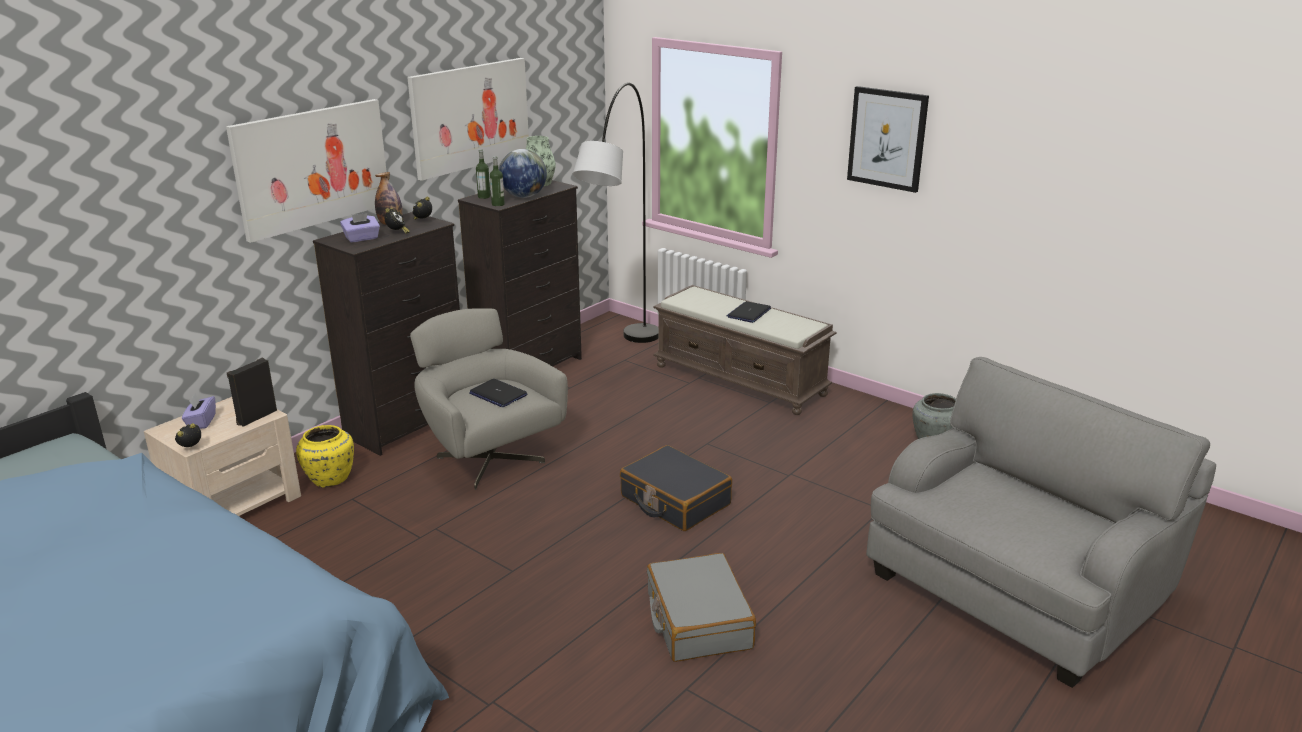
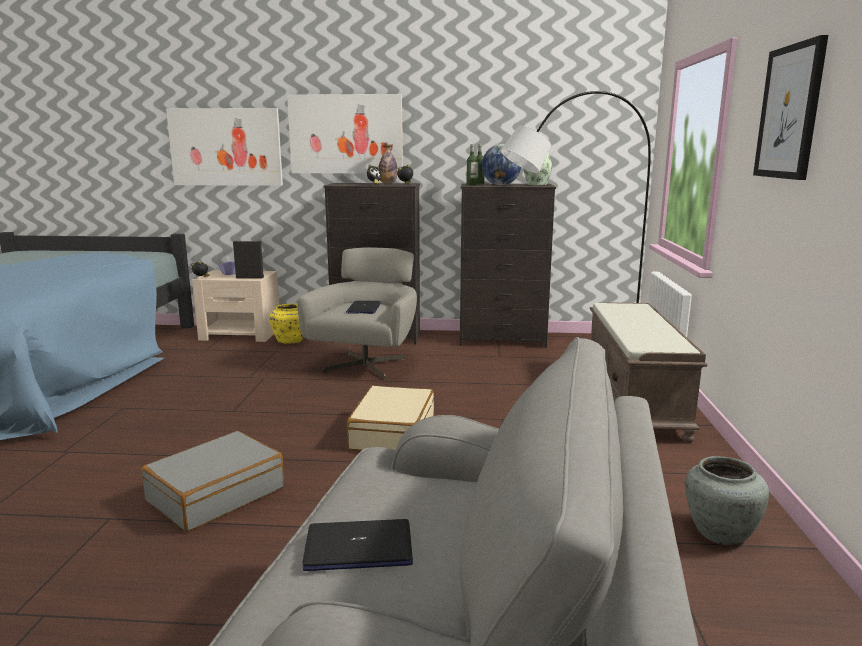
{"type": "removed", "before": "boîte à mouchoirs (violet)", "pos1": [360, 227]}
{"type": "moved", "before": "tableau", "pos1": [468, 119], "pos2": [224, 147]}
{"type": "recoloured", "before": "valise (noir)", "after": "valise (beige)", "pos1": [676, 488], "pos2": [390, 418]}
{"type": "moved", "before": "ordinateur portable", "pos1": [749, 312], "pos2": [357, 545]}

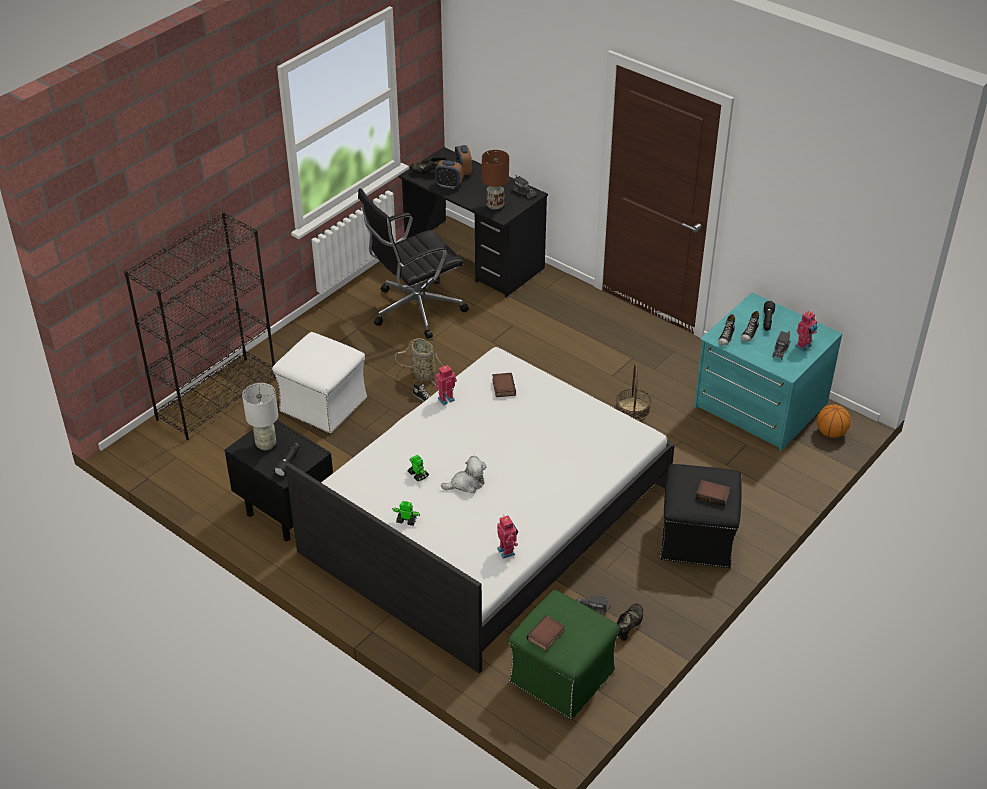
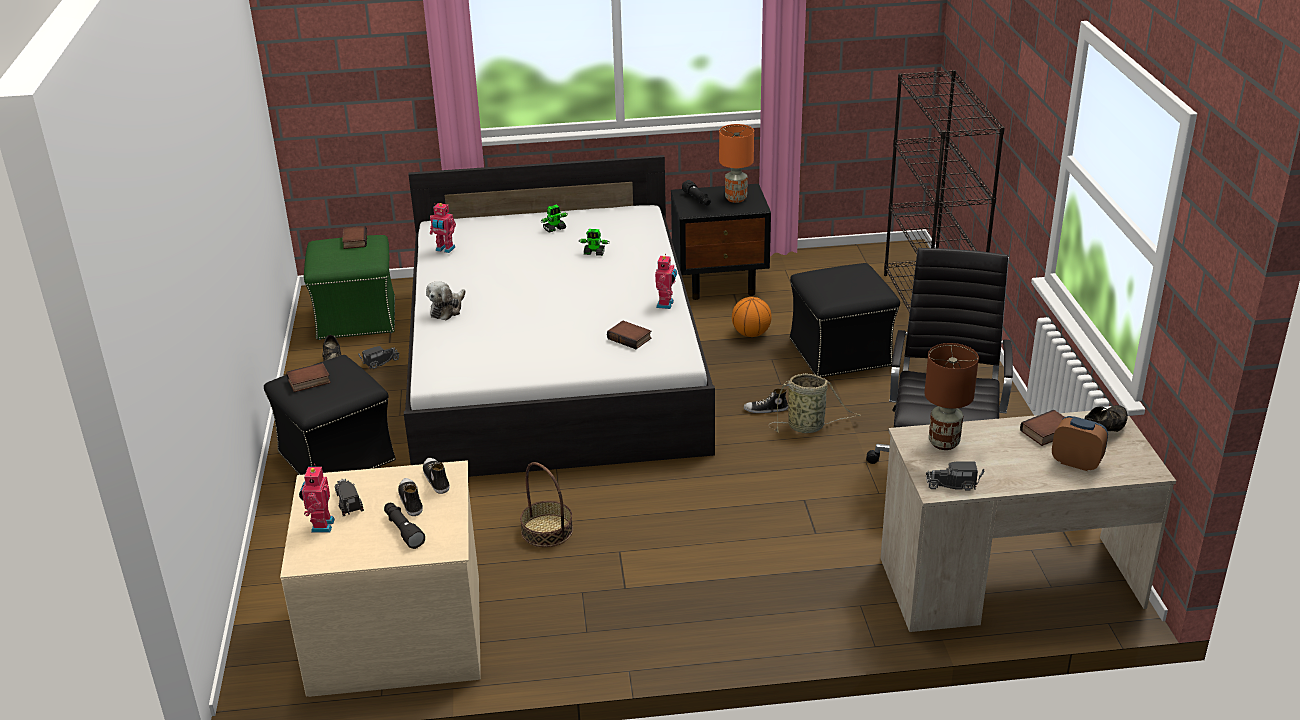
{"type": "recoloured", "before": "lampe de table (gris)", "after": "lampe de table (orange)", "pos1": [260, 416], "pos2": [736, 163]}
{"type": "recoloured", "before": "pouf (blanc)", "after": "pouf (noir)", "pos1": [319, 382], "pos2": [845, 320]}
{"type": "recoloured", "before": "bureau (noir)", "after": "bureau (beige)", "pos1": [473, 222], "pos2": [1028, 520]}
{"type": "replaced", "before": "réveil", "after": "livre", "pos1": [449, 174], "pos2": [1042, 428]}
{"type": "moved", "before": "peluche", "pos1": [464, 474], "pos2": [445, 300]}
{"type": "recoloured", "before": "commode (turquoise)", "after": "commode (beige)", "pos1": [768, 372], "pos2": [380, 578]}
{"type": "moved", "before": "ballon de basket", "pos1": [834, 421], "pos2": [752, 317]}

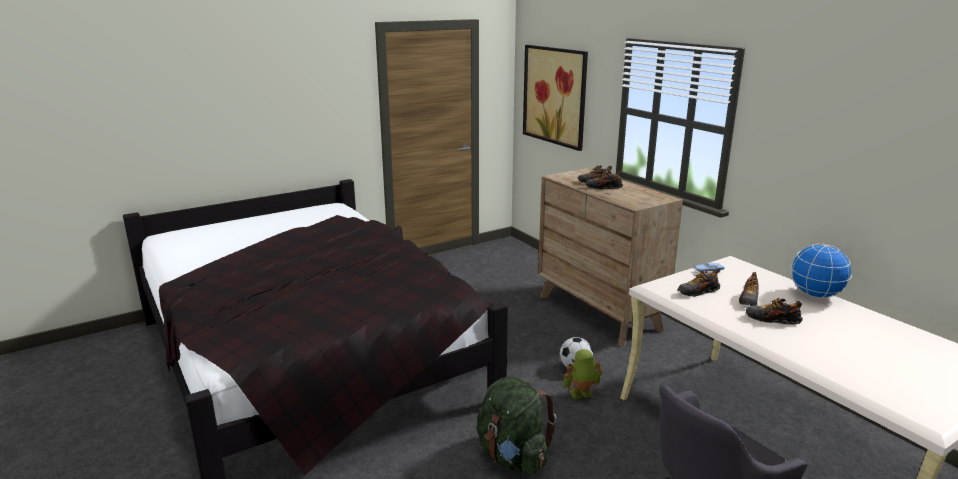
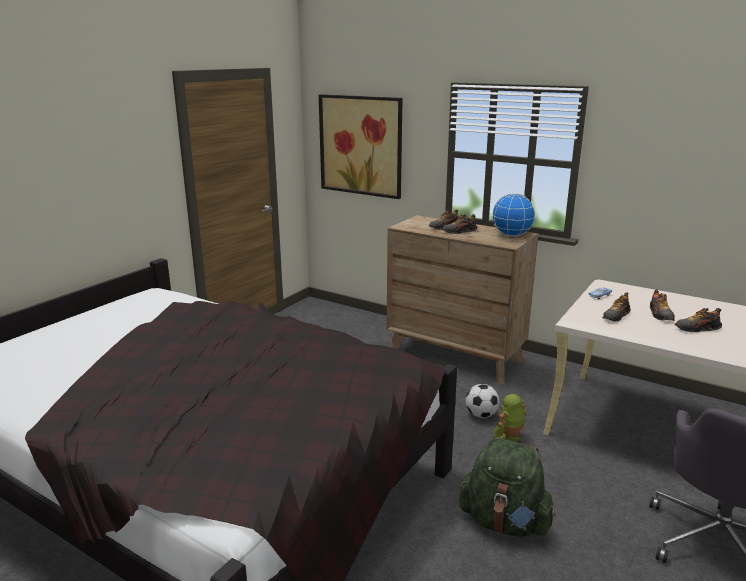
{"type": "moved", "before": "globe", "pos1": [821, 271], "pos2": [514, 214]}

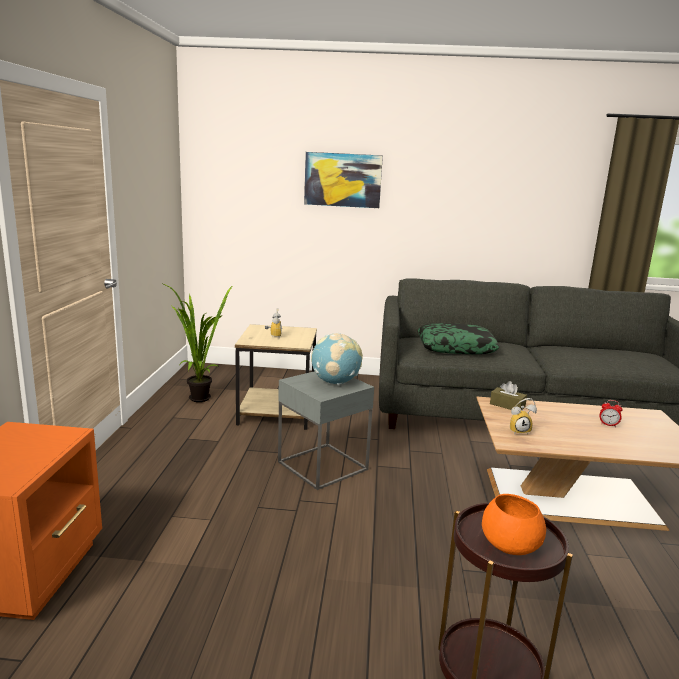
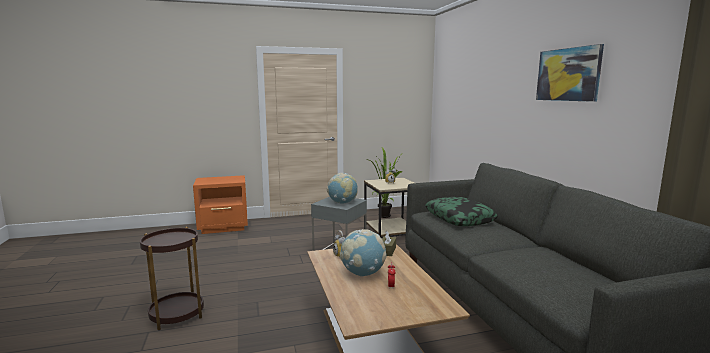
{"type": "moved", "before": "tableau", "pos1": [343, 180], "pos2": [570, 73]}
{"type": "removed", "before": "bol (orange)", "pos1": [514, 524]}
{"type": "added", "after": "globe", "pos2": [363, 253]}

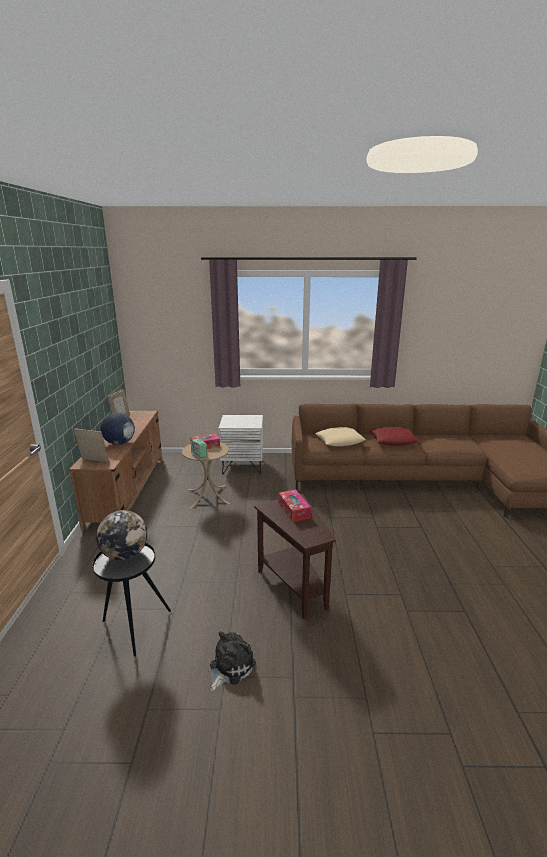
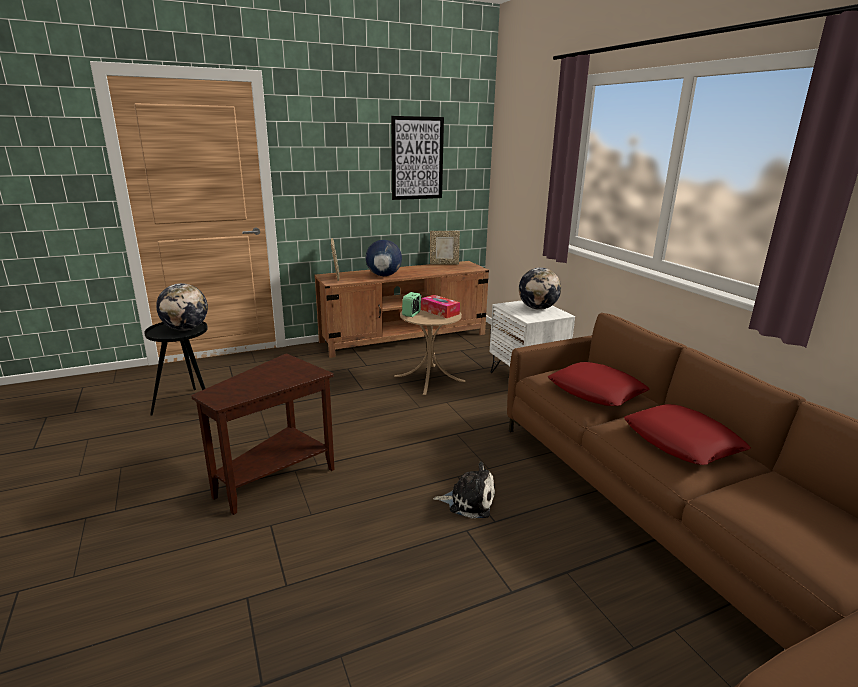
{"type": "moved", "before": "peluche", "pos1": [233, 661], "pos2": [464, 490]}
{"type": "removed", "before": "boîte à mouchoirs", "pos1": [294, 505]}
{"type": "recoloured", "before": "coussin (beige)", "after": "coussin (rouge)", "pos1": [340, 437], "pos2": [599, 384]}
{"type": "added", "after": "tableau", "pos2": [417, 158]}
{"type": "added", "after": "globe", "pos2": [540, 288]}

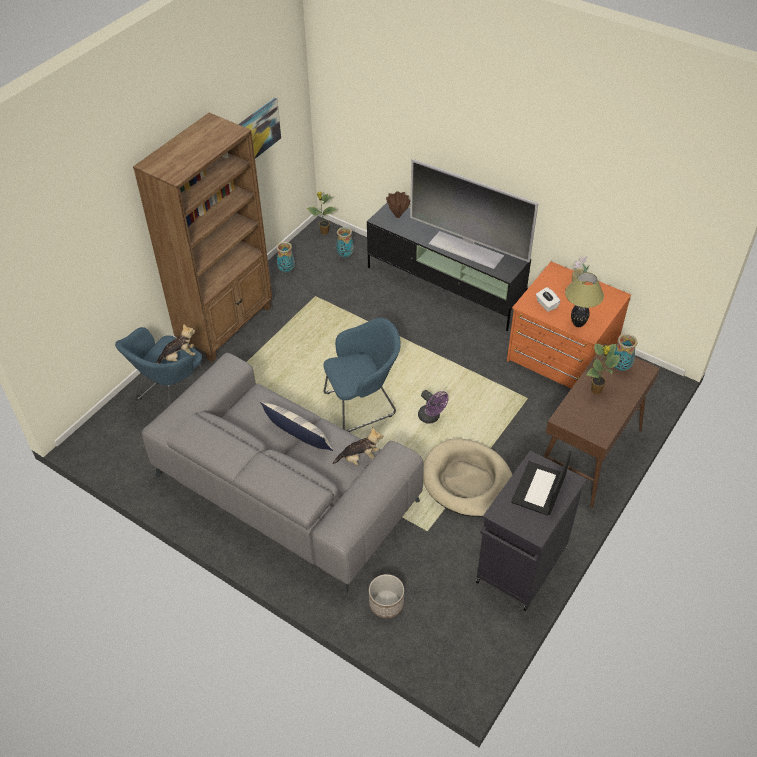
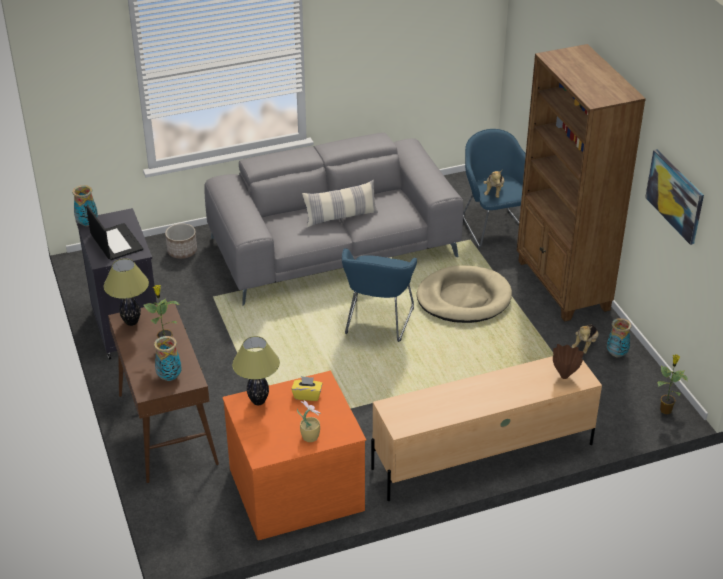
{"type": "moved", "before": "peluche", "pos1": [358, 446], "pos2": [585, 339]}
{"type": "moved", "before": "vase", "pos1": [345, 242], "pos2": [85, 205]}
{"type": "recoloured", "before": "meuble télé (noir)", "after": "meuble télé (beige)", "pos1": [449, 267], "pos2": [486, 428]}
{"type": "removed", "before": "téléviseur", "pos1": [474, 214]}
{"type": "removed", "before": "ventilateur (violet)", "pos1": [433, 407]}
{"type": "moved", "before": "panier pour chien (beige)", "pos1": [467, 477], "pos2": [464, 294]}
{"type": "recoloured", "before": "boîte à mouchoirs (blanc)", "after": "boîte à mouchoirs (jaune)", "pos1": [548, 299], "pos2": [307, 388]}
{"type": "added", "after": "lampe de table", "pos2": [126, 292]}

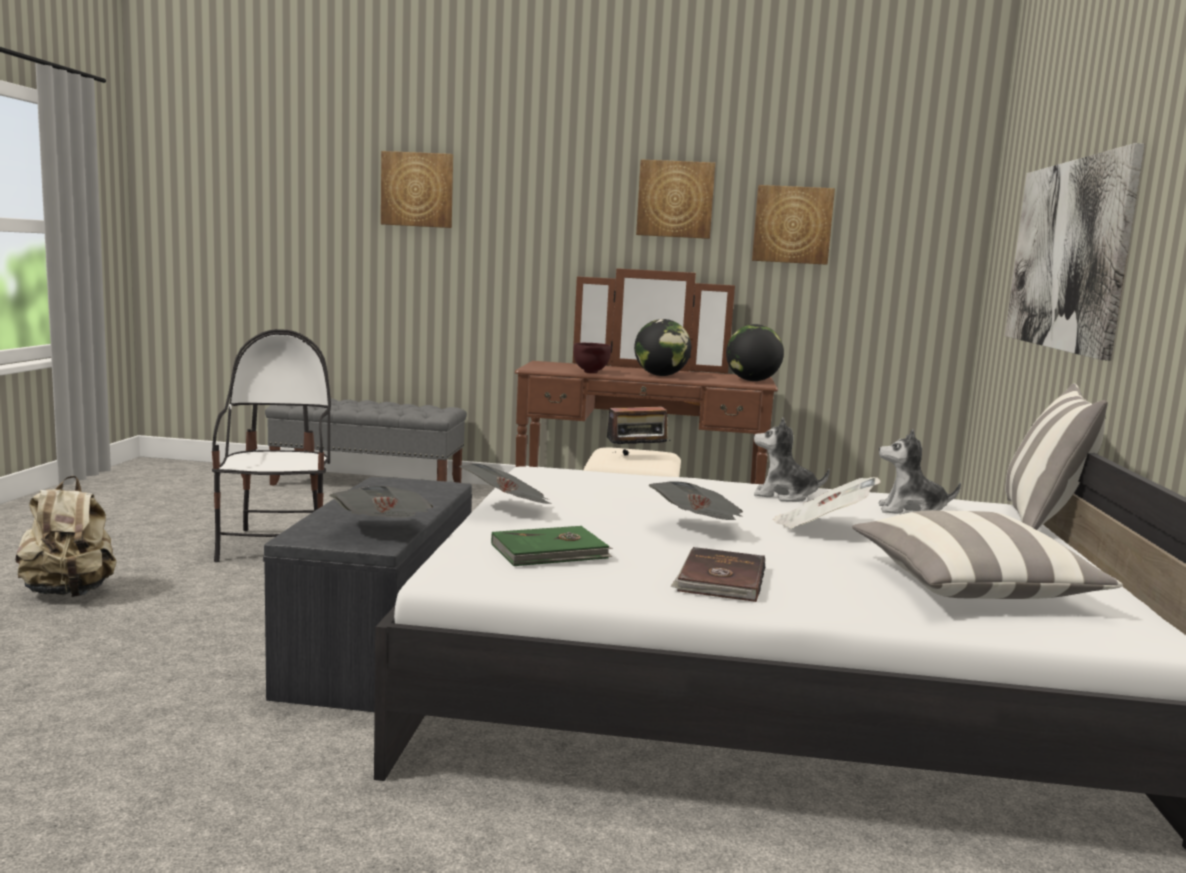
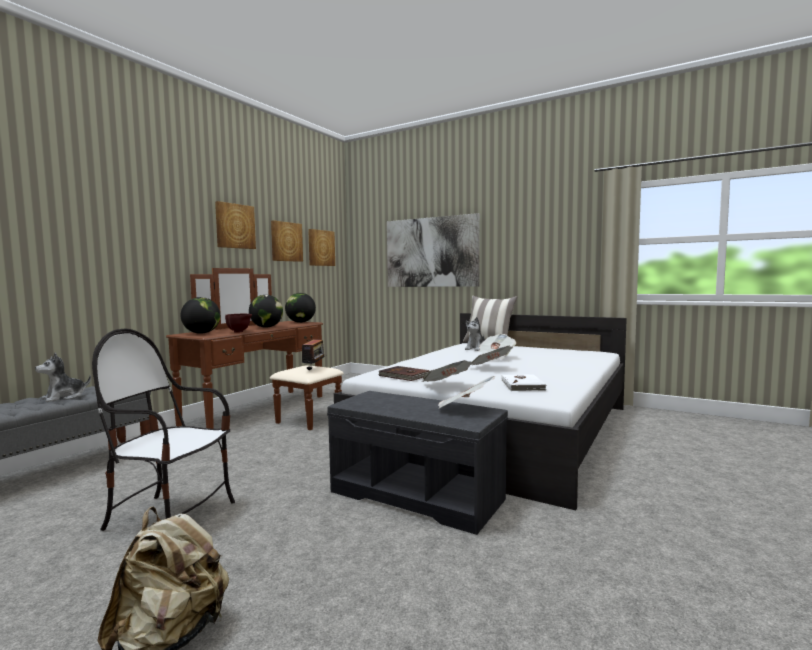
{"type": "moved", "before": "tableau", "pos1": [417, 189], "pos2": [321, 247]}
{"type": "recoloured", "before": "livre (vert)", "after": "livre (blanc)", "pos1": [552, 546], "pos2": [524, 382]}
{"type": "moved", "before": "livre (marron)", "pos1": [717, 574], "pos2": [404, 373]}
{"type": "moved", "before": "peluche", "pos1": [792, 459], "pos2": [63, 377]}
{"type": "removed", "before": "coussin", "pos1": [987, 554]}
{"type": "added", "after": "globe", "pos2": [200, 315]}

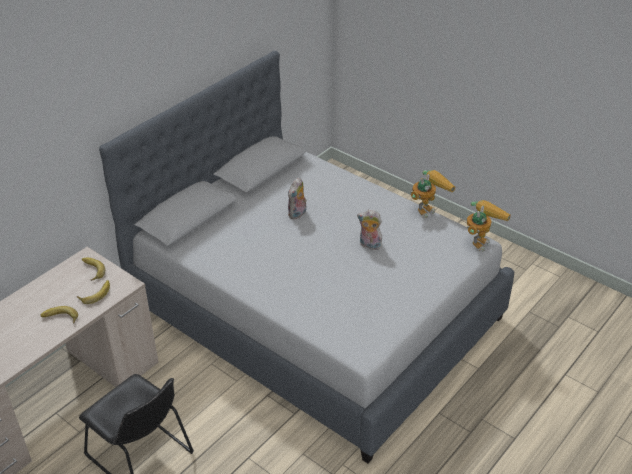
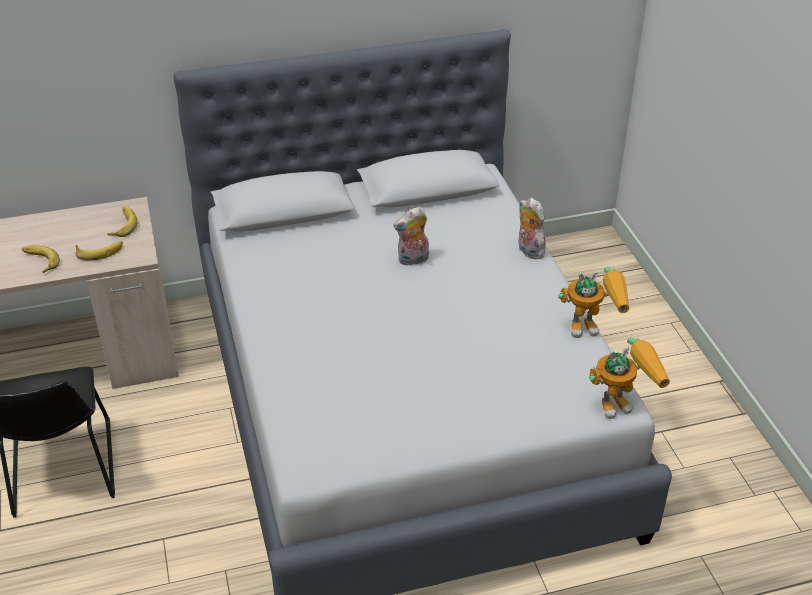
{"type": "moved", "before": "peluche", "pos1": [369, 230], "pos2": [532, 228]}

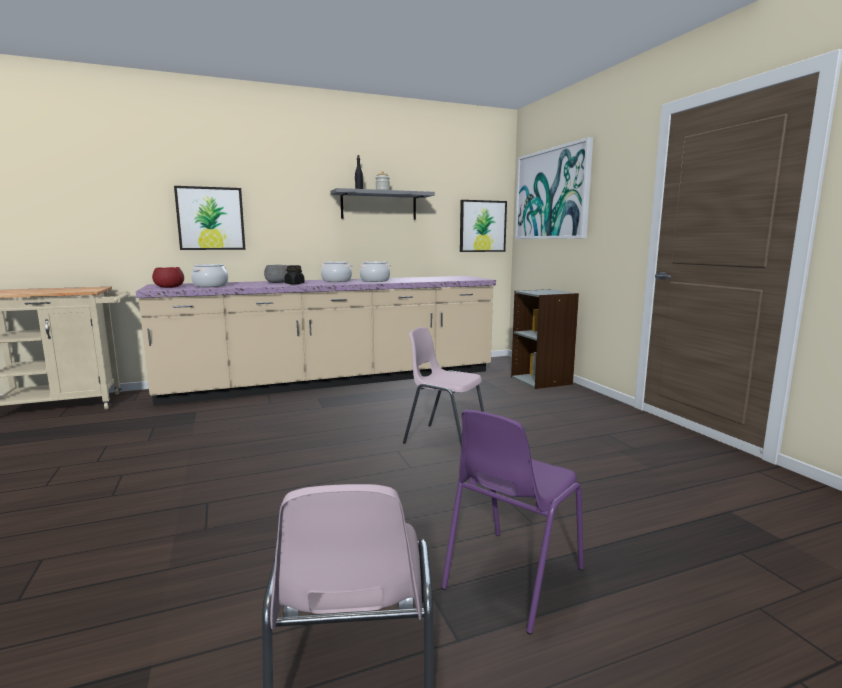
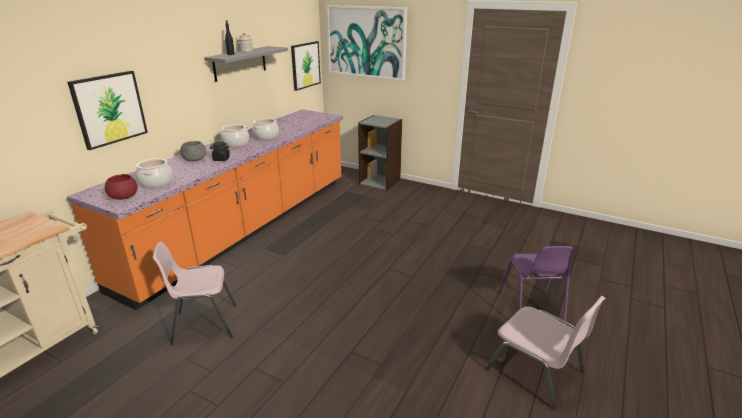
{"type": "recoloured", "before": "comptoir de cuisine (beige)", "after": "comptoir de cuisine (orange)", "pos1": [316, 341], "pos2": [205, 209]}
{"type": "moved", "before": "chaise (rose)", "pos1": [443, 386], "pos2": [195, 293]}

